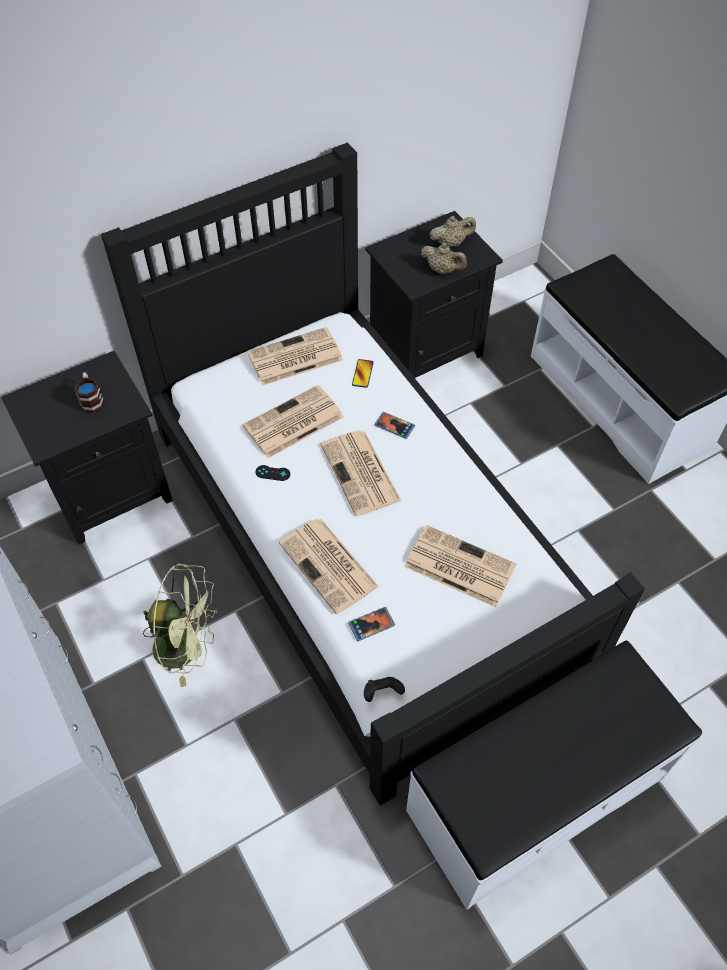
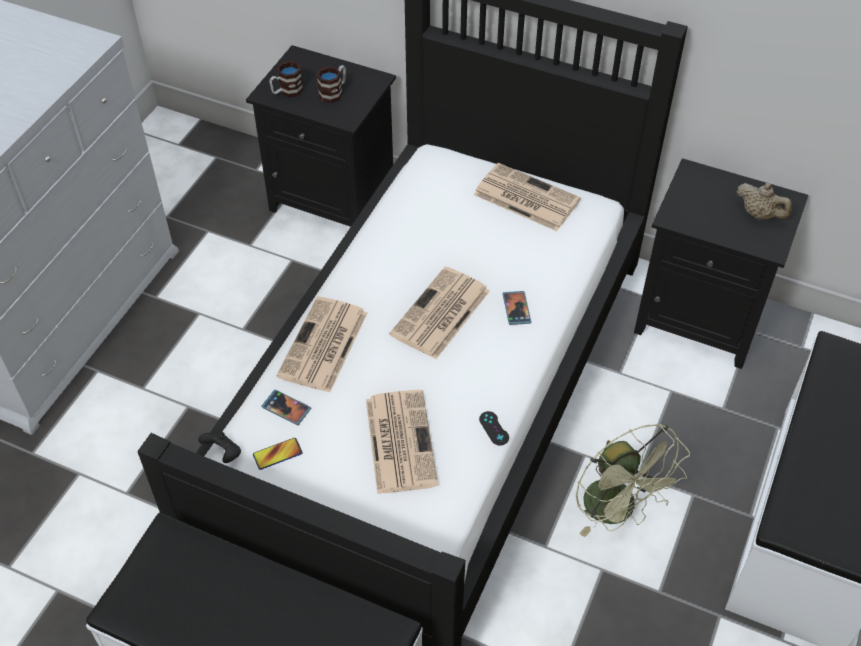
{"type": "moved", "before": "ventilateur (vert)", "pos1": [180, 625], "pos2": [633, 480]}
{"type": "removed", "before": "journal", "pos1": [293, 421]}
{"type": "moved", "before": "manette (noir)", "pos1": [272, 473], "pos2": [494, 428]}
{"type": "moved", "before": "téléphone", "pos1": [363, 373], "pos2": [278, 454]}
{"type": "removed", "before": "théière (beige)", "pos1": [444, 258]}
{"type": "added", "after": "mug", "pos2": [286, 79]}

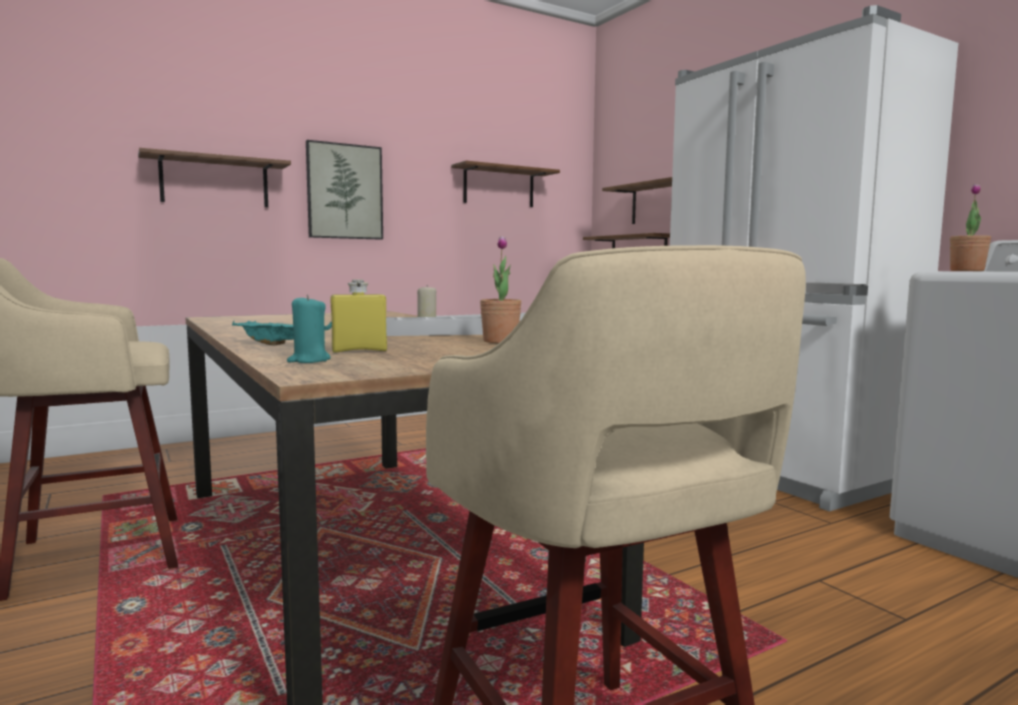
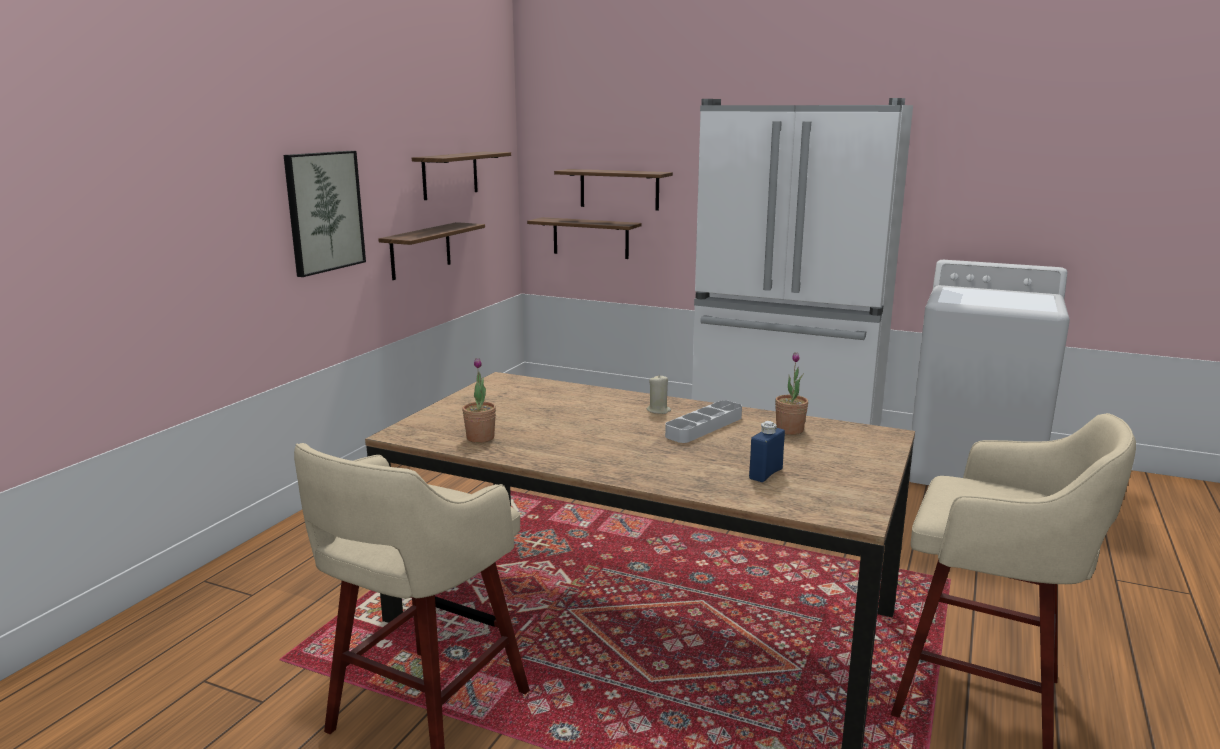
{"type": "moved", "before": "étagère", "pos1": [214, 177], "pos2": [431, 251]}
{"type": "removed", "before": "plateau (turquoise)", "pos1": [282, 333]}
{"type": "removed", "before": "bougie (turquoise)", "pos1": [309, 329]}
{"type": "recoloured", "before": "bouteille (jaune)", "after": "bouteille (bleu)", "pos1": [358, 316], "pos2": [767, 451]}
{"type": "moved", "before": "plante en pot", "pos1": [970, 227], "pos2": [479, 400]}

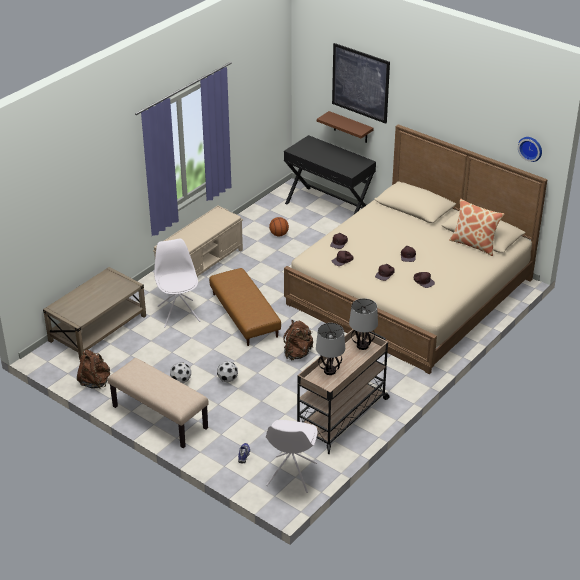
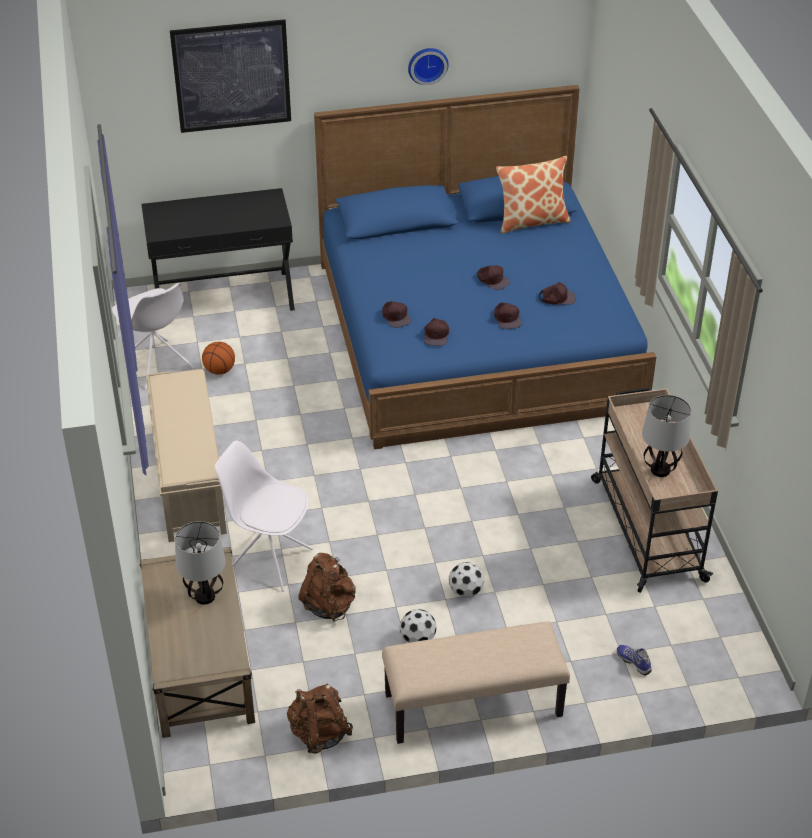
{"type": "removed", "before": "pouf (marron)", "pos1": [245, 307]}
{"type": "moved", "before": "chaise (blanc)", "pos1": [292, 456], "pos2": [153, 336]}
{"type": "moved", "before": "sac à dos (marron)", "pos1": [298, 340], "pos2": [327, 587]}
{"type": "recoloured", "before": "lit (beige)", "after": "lit (bleu)", "pos1": [415, 249], "pos2": [485, 267]}
{"type": "removed", "before": "étagère (marron)", "pos1": [345, 127]}
{"type": "moved", "before": "lampe de table", "pos1": [363, 324], "pos2": [200, 563]}
{"type": "moved", "before": "horloge murale", "pos1": [530, 149], "pos2": [428, 66]}

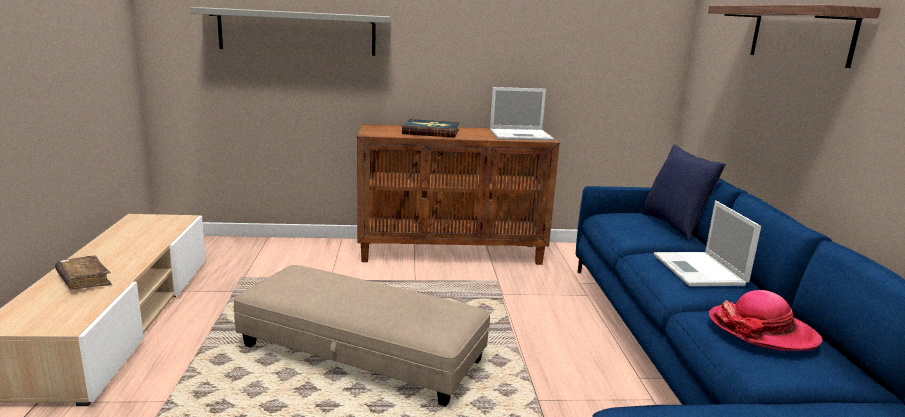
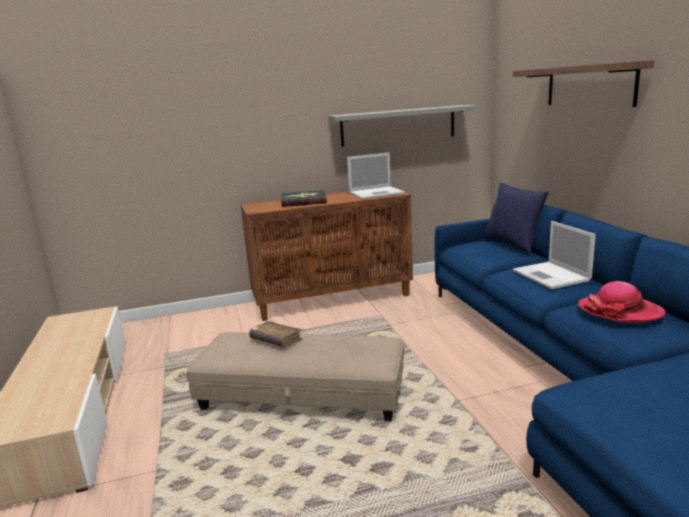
{"type": "moved", "before": "livre (marron)", "pos1": [83, 272], "pos2": [276, 334]}
{"type": "moved", "before": "étagère (gris)", "pos1": [290, 31], "pos2": [402, 126]}

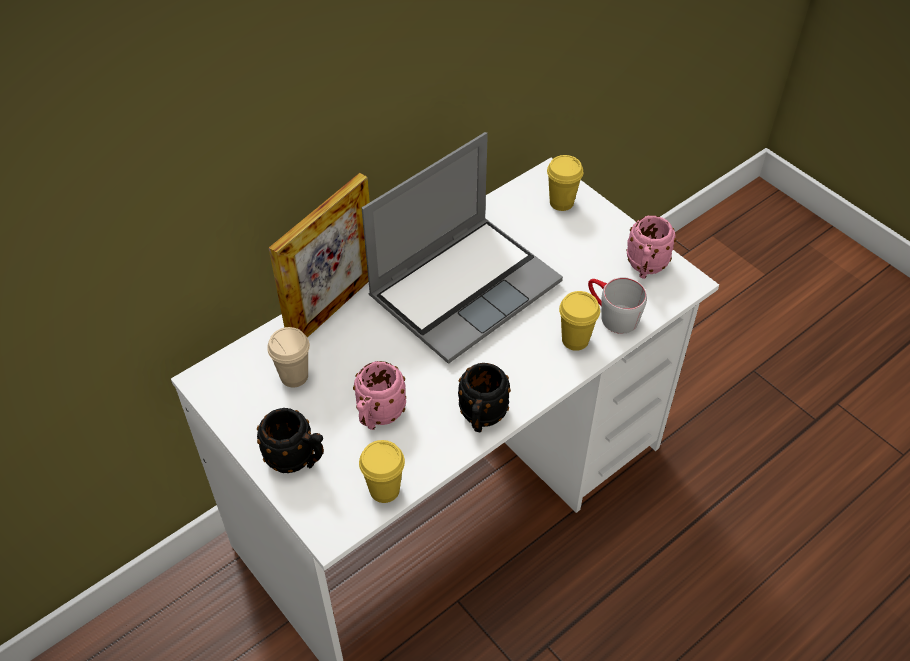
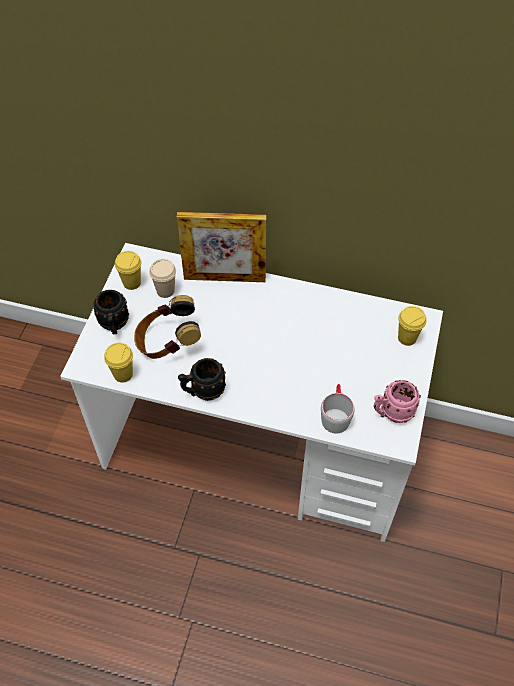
{"type": "replaced", "before": "mug (rose)", "after": "casque audio", "pos1": [379, 395], "pos2": [167, 327]}
{"type": "removed", "before": "ordinateur portable", "pos1": [462, 248]}
{"type": "moved", "before": "tasse (jaune)", "pos1": [579, 321], "pos2": [128, 270]}

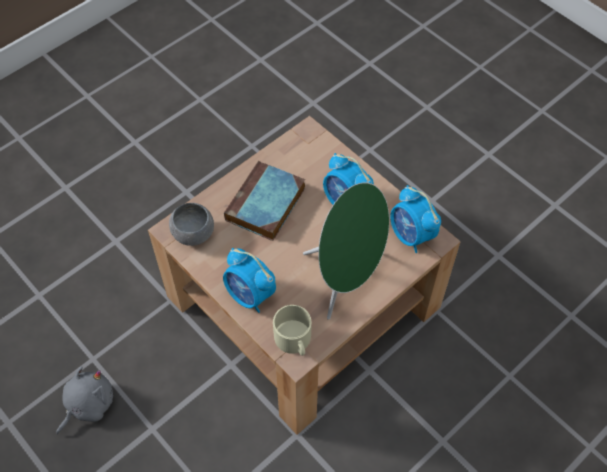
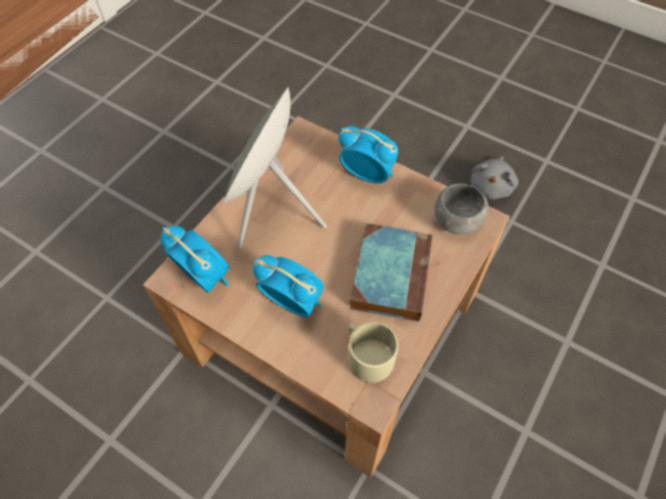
{"type": "moved", "before": "mug (beige)", "pos1": [292, 330], "pos2": [373, 352]}
{"type": "recoloured", "before": "enceinte (vert)", "after": "enceinte (gris)", "pos1": [346, 251], "pos2": [275, 168]}

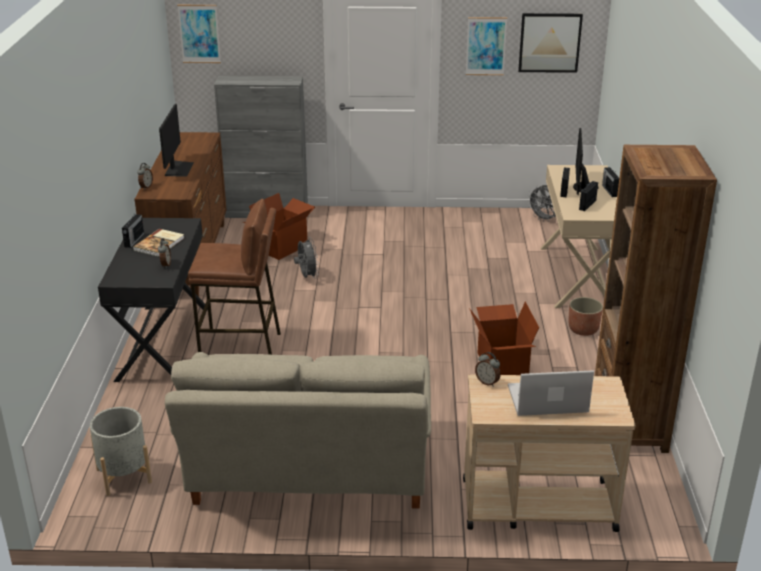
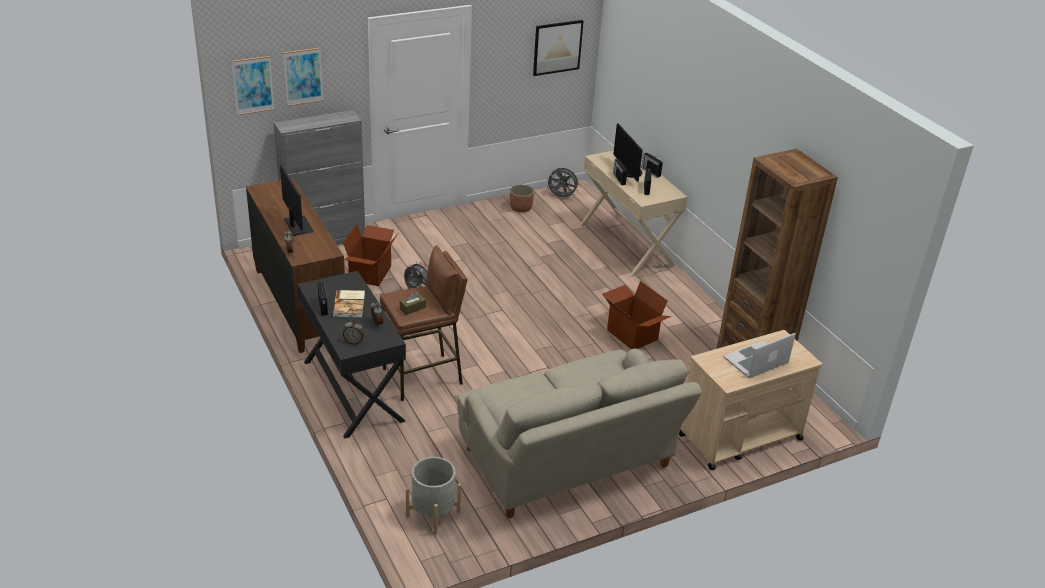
{"type": "moved", "before": "tableau", "pos1": [486, 46], "pos2": [303, 77]}
{"type": "moved", "before": "réveil", "pos1": [488, 369], "pos2": [353, 332]}
{"type": "moved", "before": "cache-pot", "pos1": [586, 316], "pos2": [522, 198]}
{"type": "added", "after": "boîte à mouchoirs (marron)", "pos2": [413, 303]}

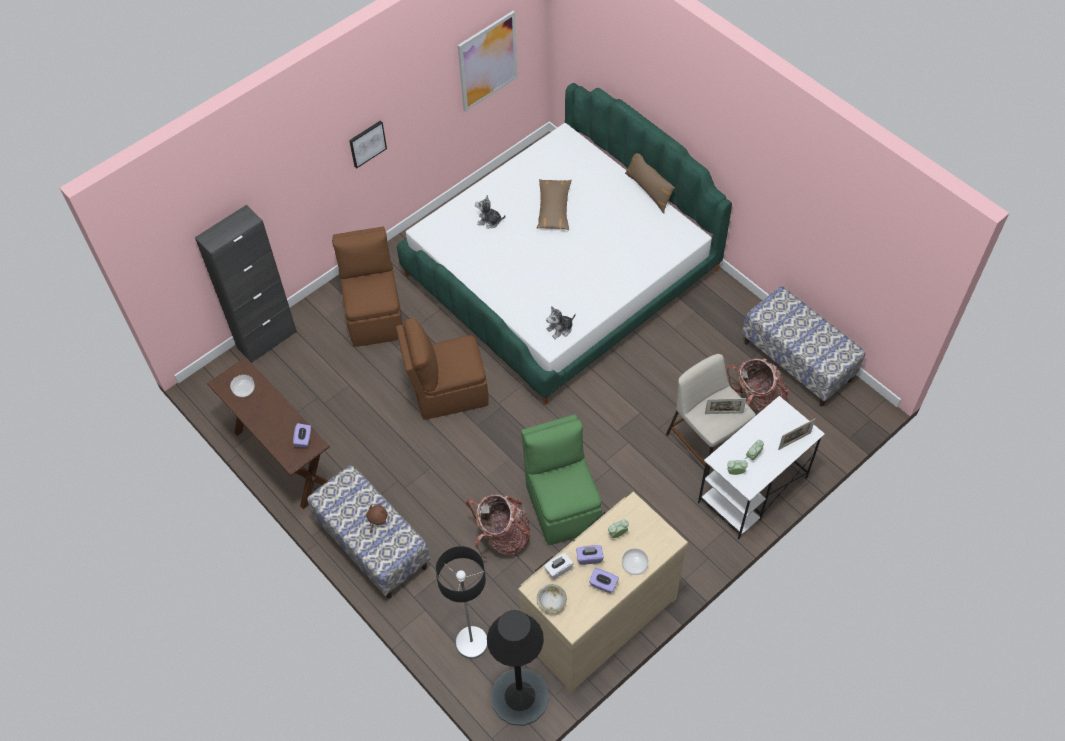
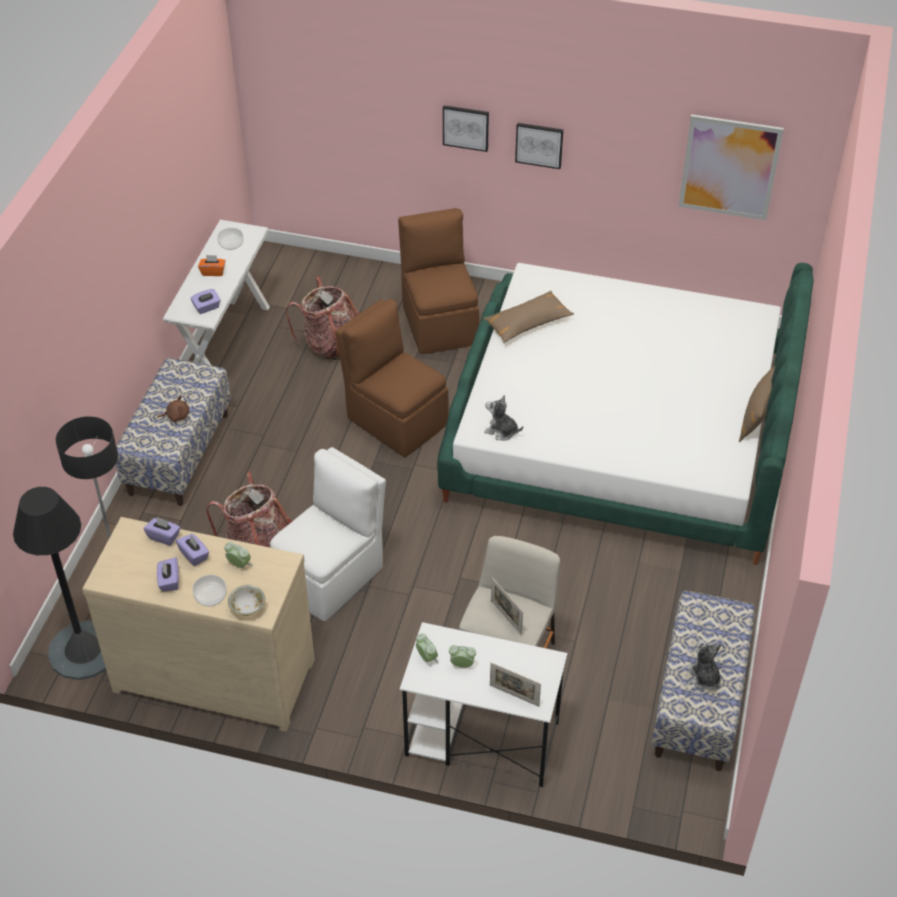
{"type": "removed", "before": "meuble de rangement (noir)", "pos1": [246, 284]}
{"type": "recoloured", "before": "table console (marron)", "after": "table console (blanc)", "pos1": [268, 433], "pos2": [216, 292]}
{"type": "turned", "before": "chaise (marron)", "pos1": [367, 287], "pos2": [438, 281], "turn": -60}
{"type": "moved", "before": "peluche", "pos1": [490, 212], "pos2": [704, 664]}
{"type": "recoloured", "before": "chaise (vert)", "after": "chaise (blanc)", "pos1": [561, 479], "pos2": [328, 534]}
{"type": "moved", "before": "coussin (marron)", "pos1": [554, 204], "pos2": [528, 317]}
{"type": "moved", "before": "bol", "pos1": [552, 598], "pos2": [247, 600]}
{"type": "recoloured", "before": "boîte à mouchoirs (blanc)", "after": "boîte à mouchoirs (violet)", "pos1": [559, 566], "pos2": [162, 531]}
{"type": "moved", "before": "sac à dos", "pos1": [758, 385], "pos2": [322, 318]}
{"type": "added", "after": "boîte à mouchoirs (orange)", "pos2": [212, 265]}
{"type": "added", "after": "tableau", "pos2": [466, 128]}

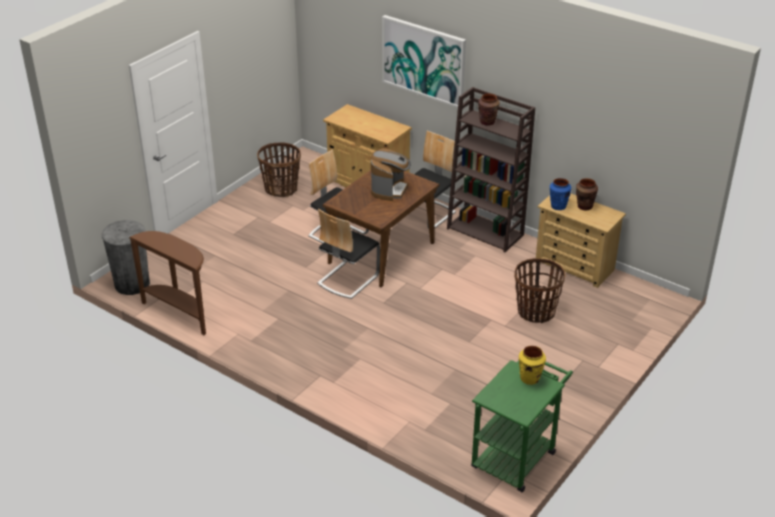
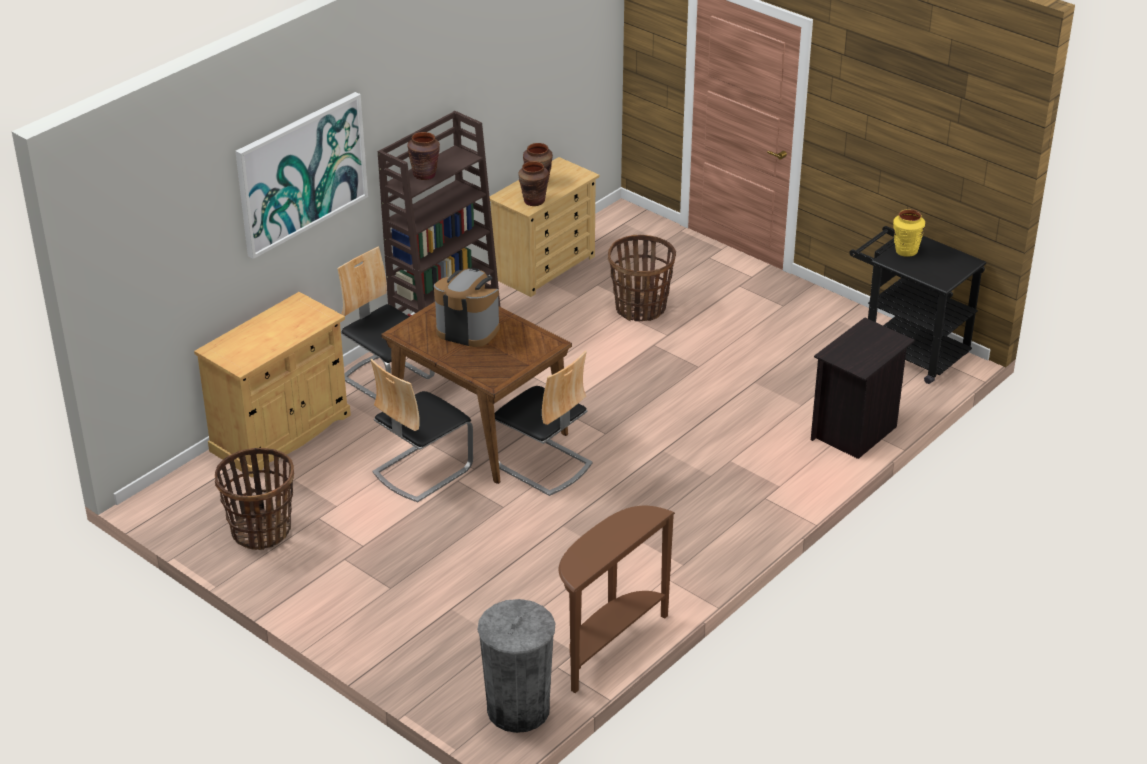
{"type": "recoloured", "before": "chariot (vert)", "after": "chariot (noir)", "pos1": [522, 426], "pos2": [917, 305]}
{"type": "recoloured", "before": "vase (bleu)", "after": "vase (marron)", "pos1": [560, 194], "pos2": [533, 183]}
{"type": "added", "after": "table de chevet (noir)", "pos2": [863, 388]}

